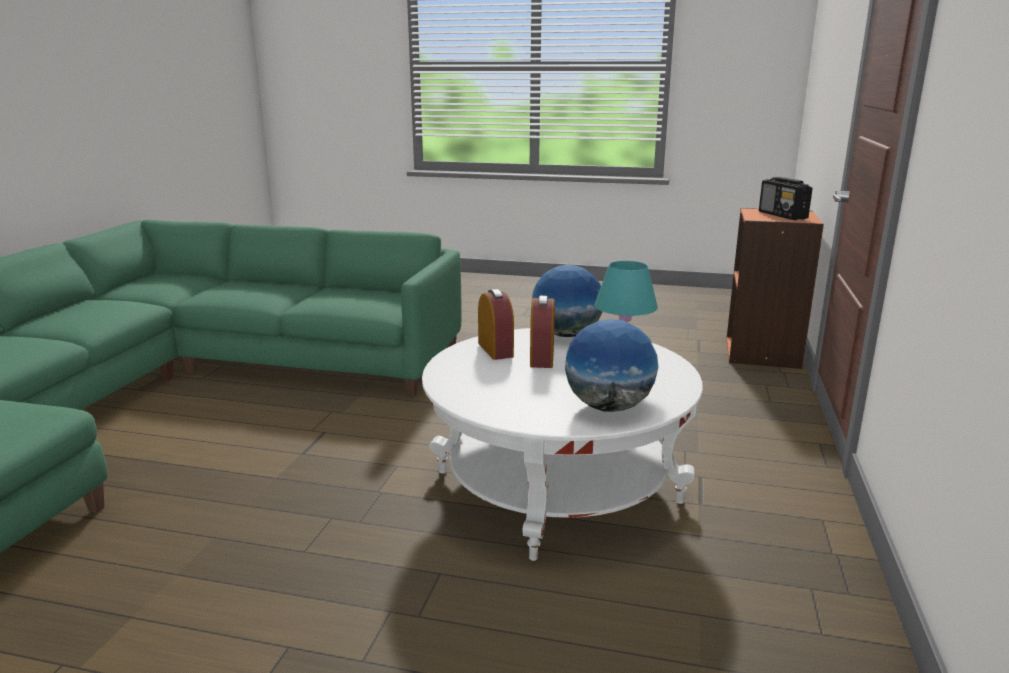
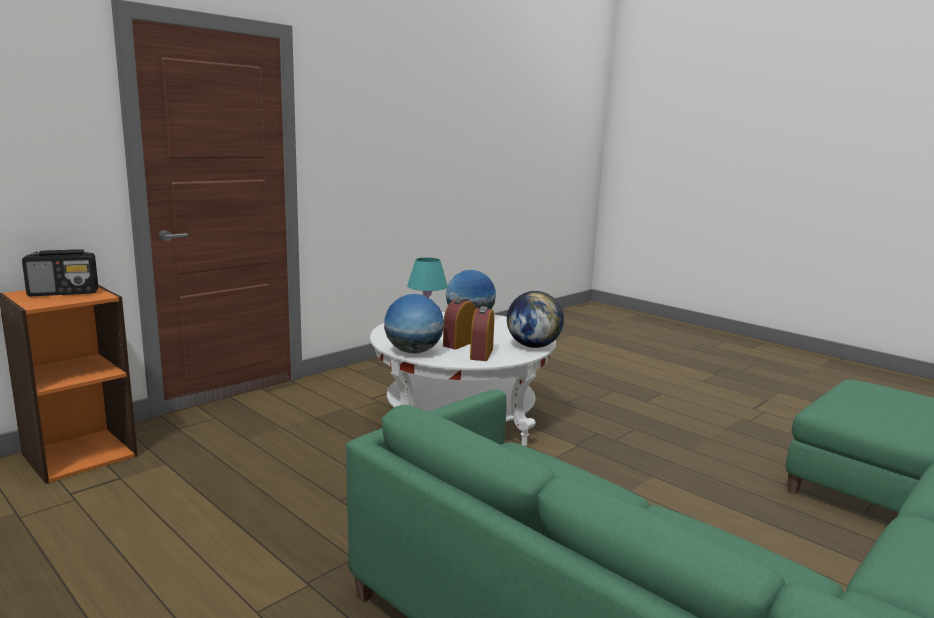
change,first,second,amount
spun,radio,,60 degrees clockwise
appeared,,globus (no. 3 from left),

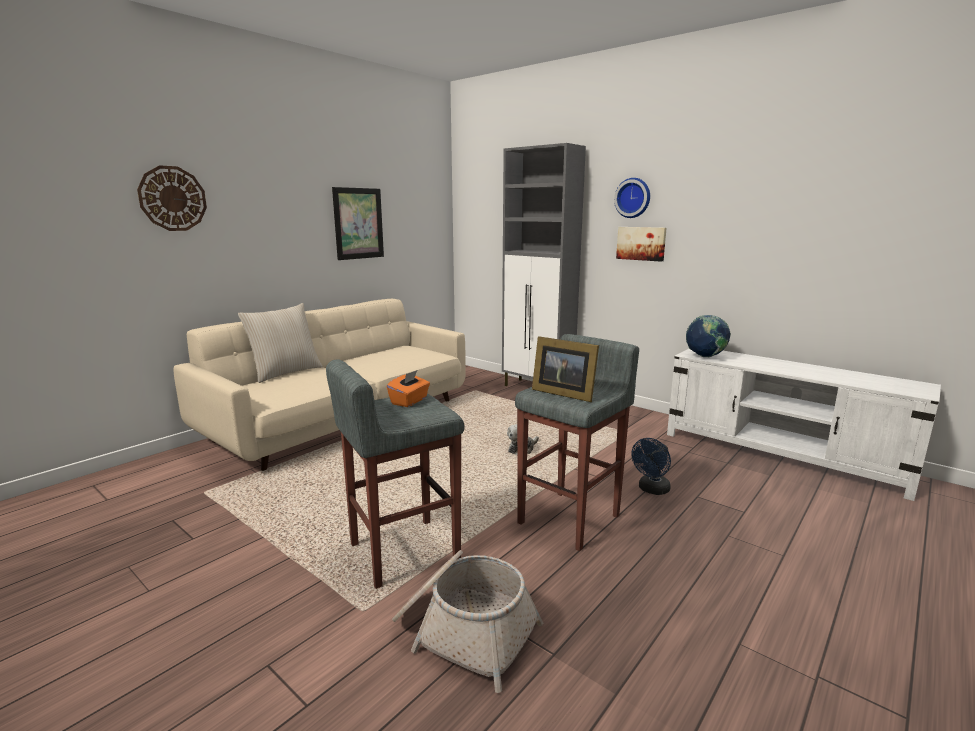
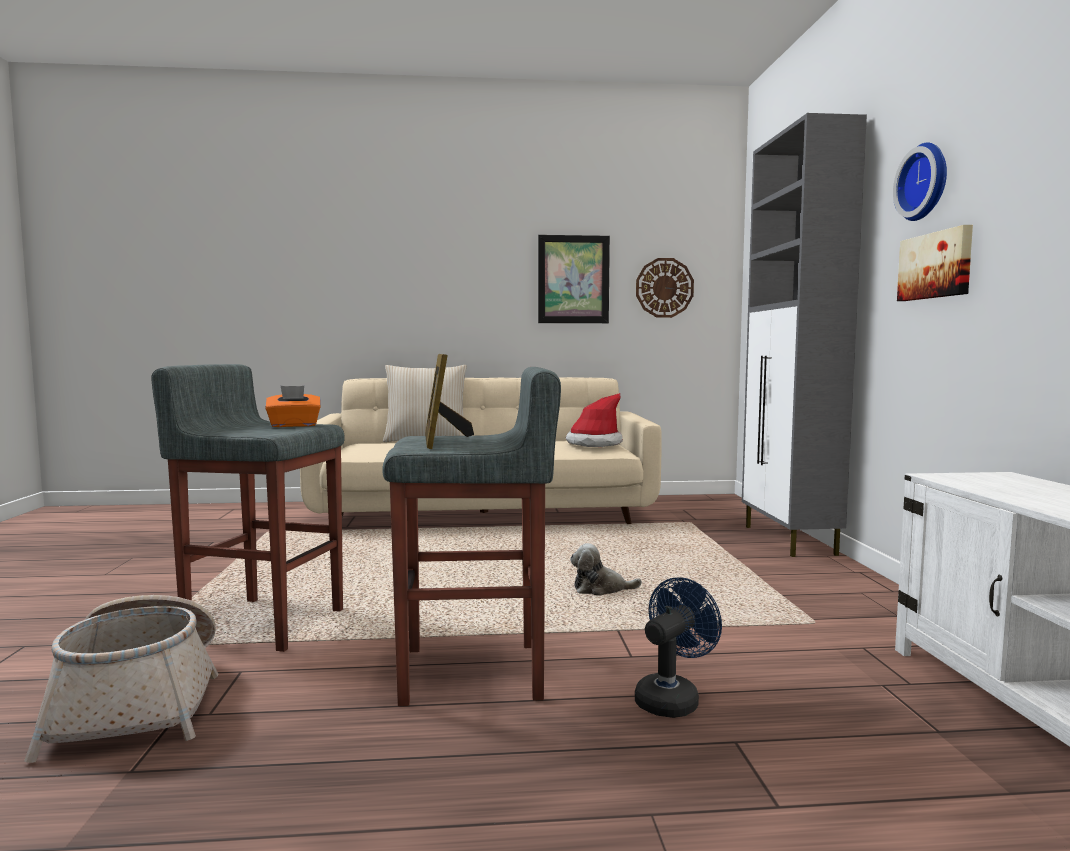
change,first,second,amount
relocated,zegar ścienny (no. 1 from left),,
missing,globus,,
spun,wentylator (niebieski),,135 degrees clockwise
appeared,,kapelusz,

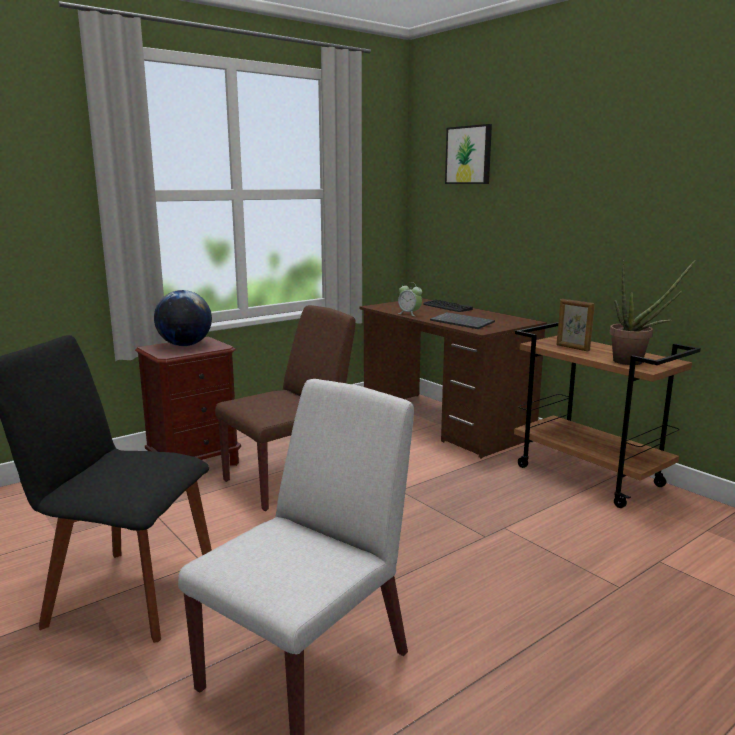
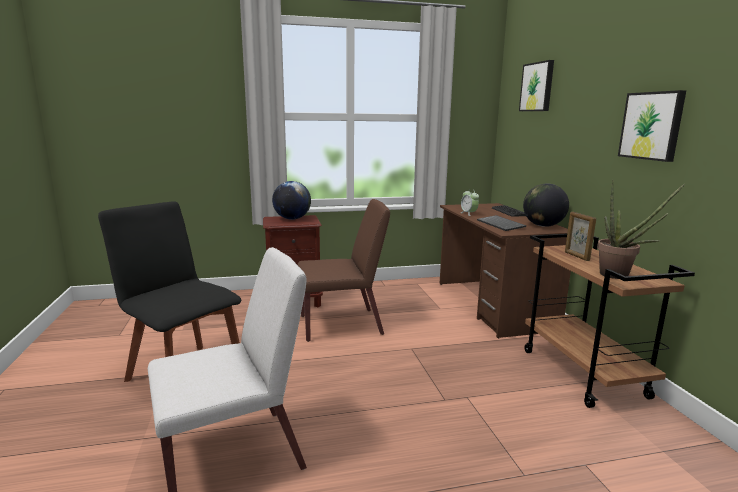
change,first,second,amount
appeared,,obraz (no. 2 from left),
appeared,,globus (no. 2 from left),

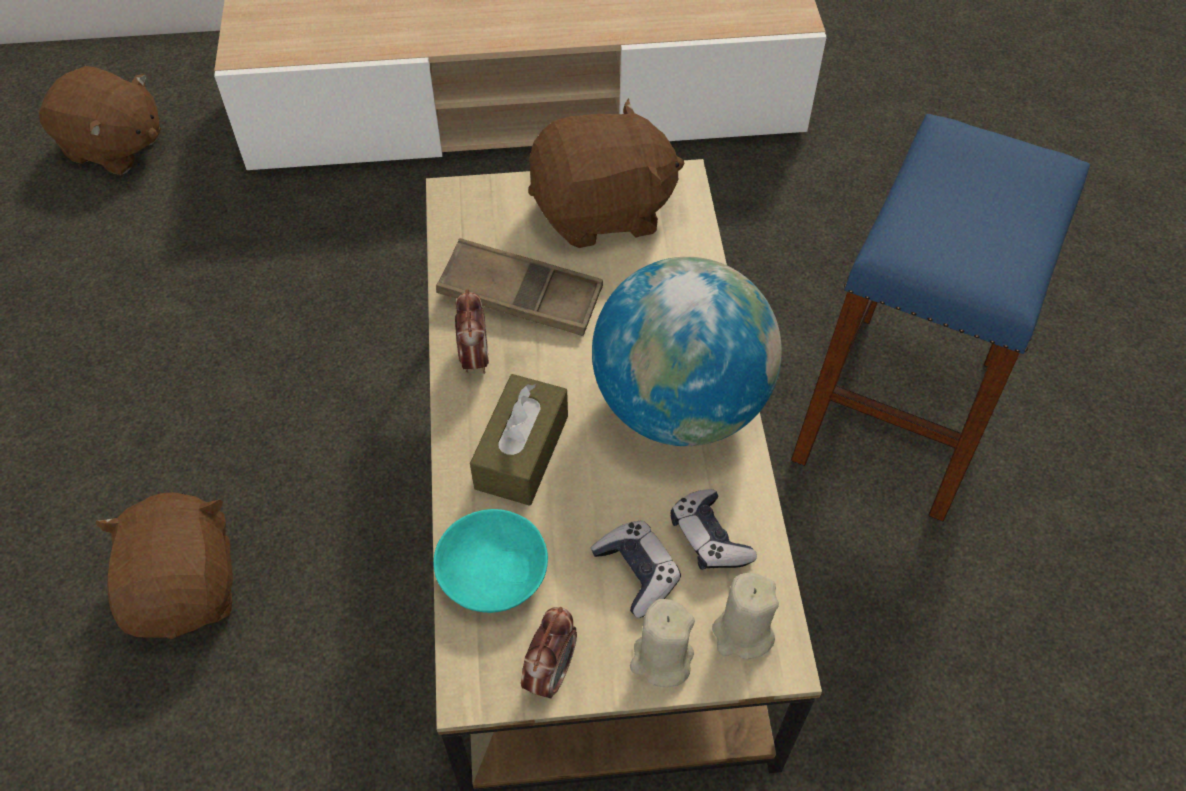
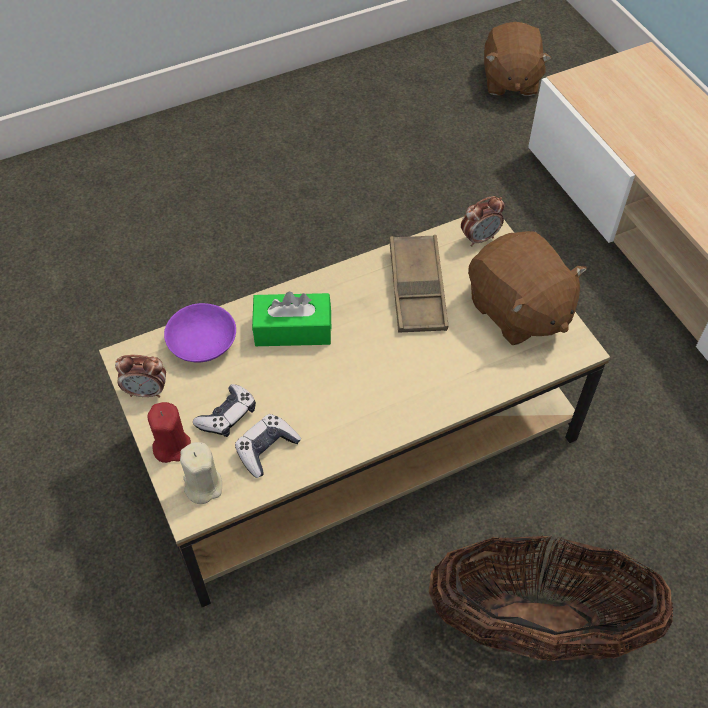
change,first,second,amount
exchanged,stołek (niebieski),koszyk,
missing,globus,,
relocated,budzik (no. 1 from left in the first image),budzik (no. 2 from left),
colour,pudełko chusteczek (brązowy),pudełko chusteczek (zielony),
missing,pluszak (brązowy) (no. 2 from left),,
colour,miska (turkusowy),miska (fioletowy),
colour,świeca (beżowy) (no. 1 from left),świeca (czerwony),

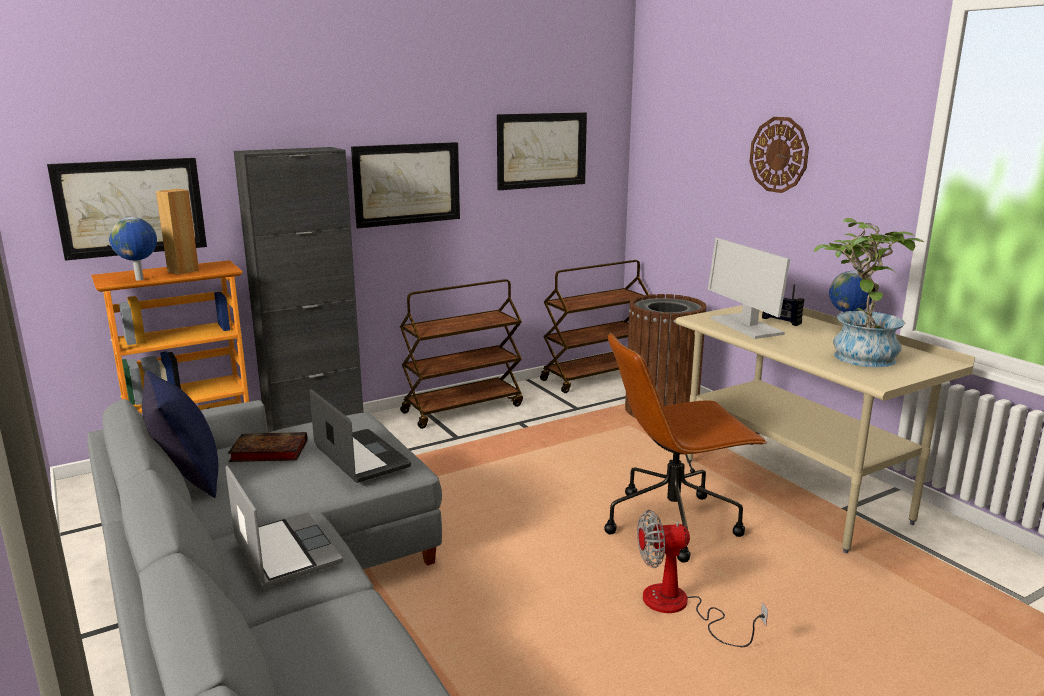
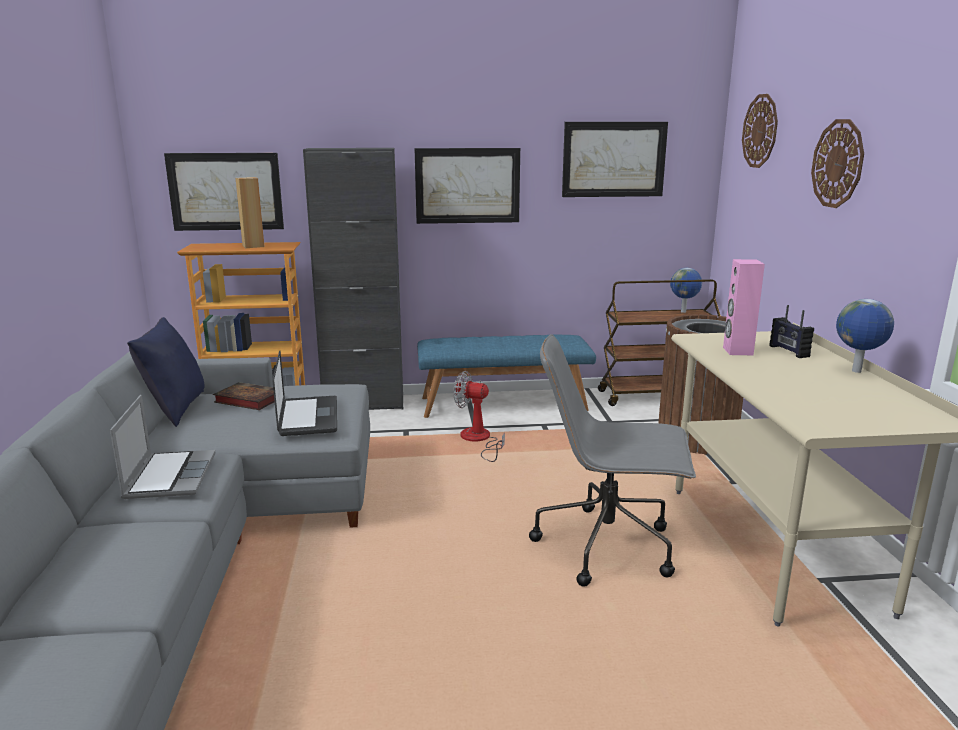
change,first,second,amount
relocated,globus (no. 1 from left),,
missing,roślina doniczkowa,,
exchanged,monitor,głośnik (różowy),
exchanged,wózek (brązowy) (no. 1 from left),ławka (niebieski),
colour,krzesło biurowe (brązowy),krzesło biurowe (szary),
relocated,wentylator,,
appeared,,zegar ścienny (no. 1 from left),

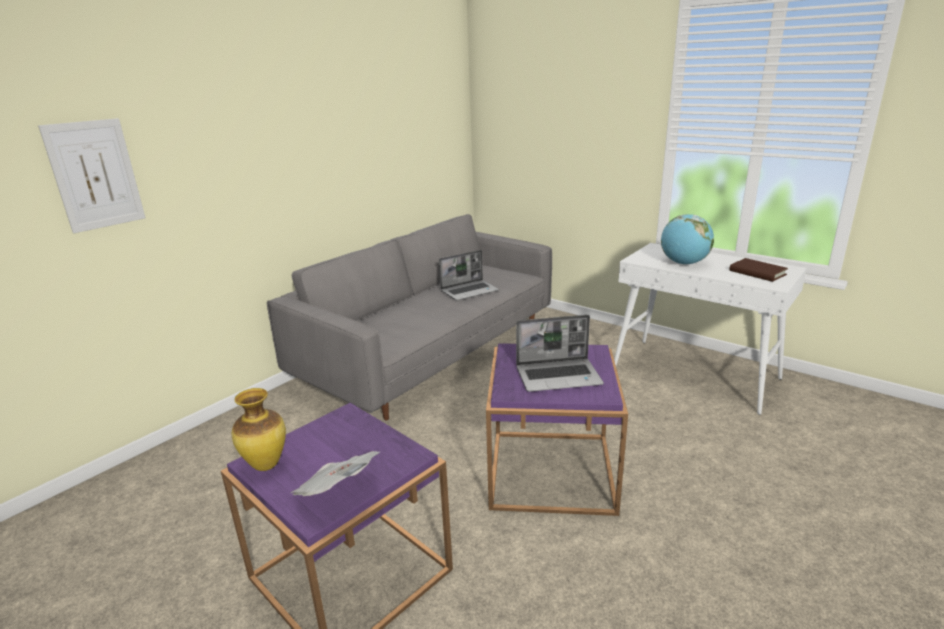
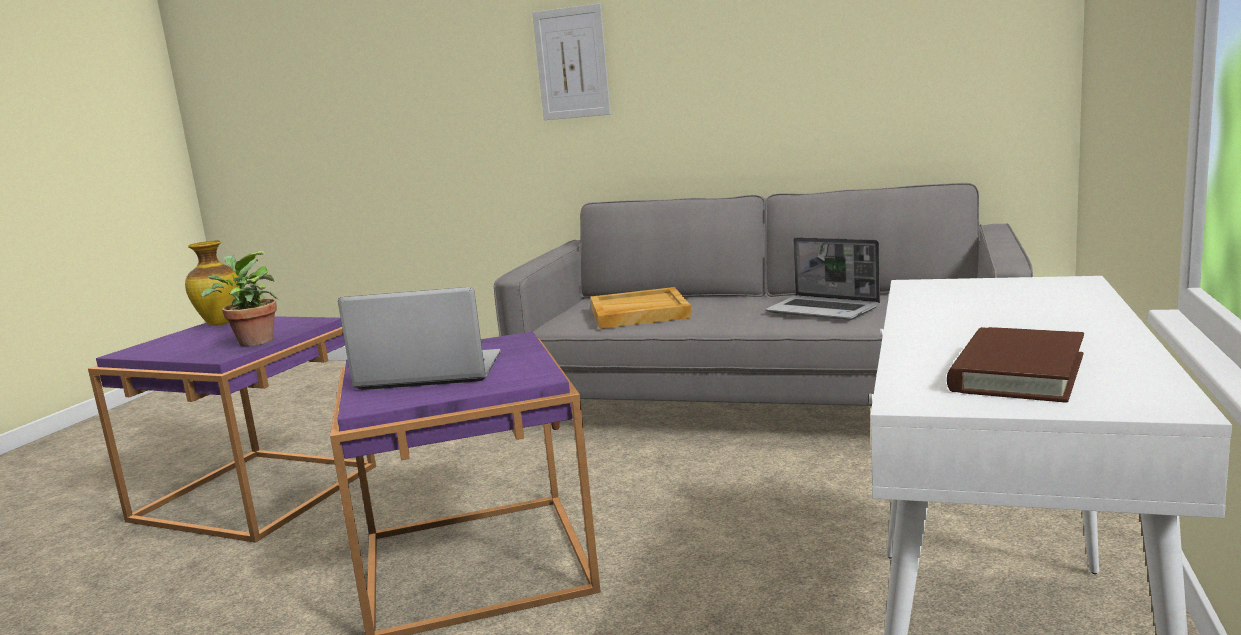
change,first,second,amount
relocated,obraz,,
missing,globus,,
spun,laptop (no. 2 from left in the first image),laptop (no. 1 from left),120 degrees clockwise
missing,gazeta,,
appeared,,roślina doniczkowa,
appeared,,taca (beżowy),

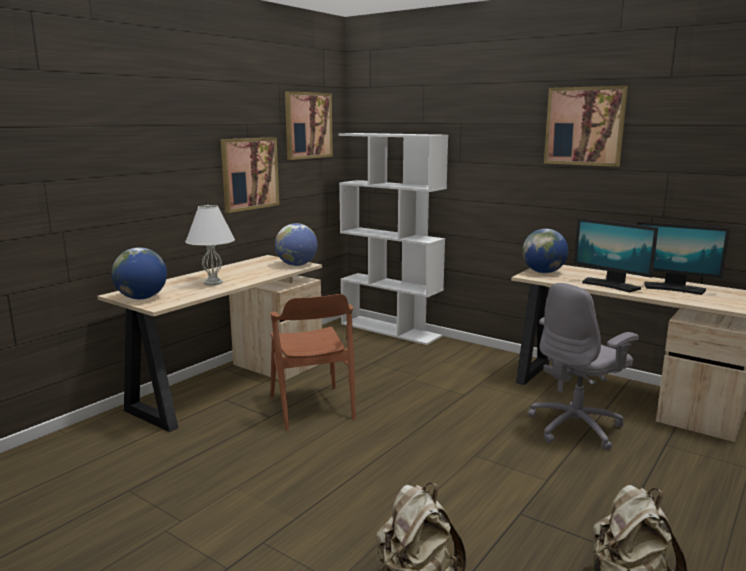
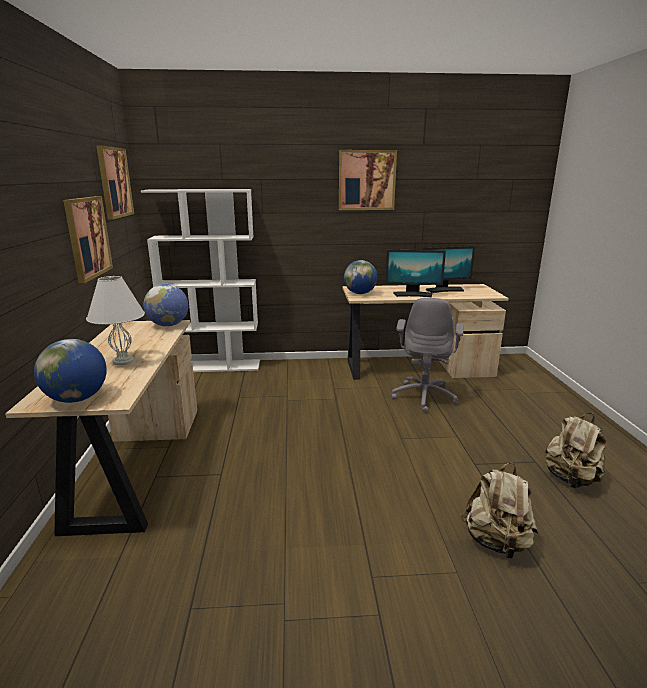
change,first,second,amount
missing,krzesło (brązowy),,

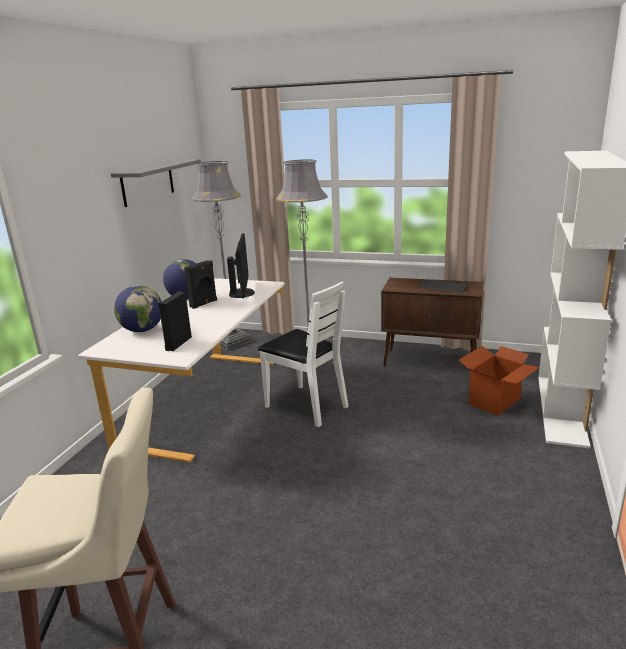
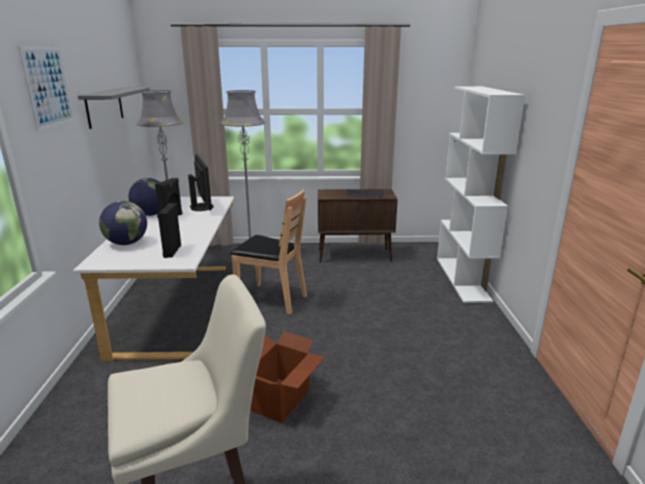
change,first,second,amount
colour,krzesło (biały),krzesło (brązowy),
relocated,karton,,
appeared,,obraz,

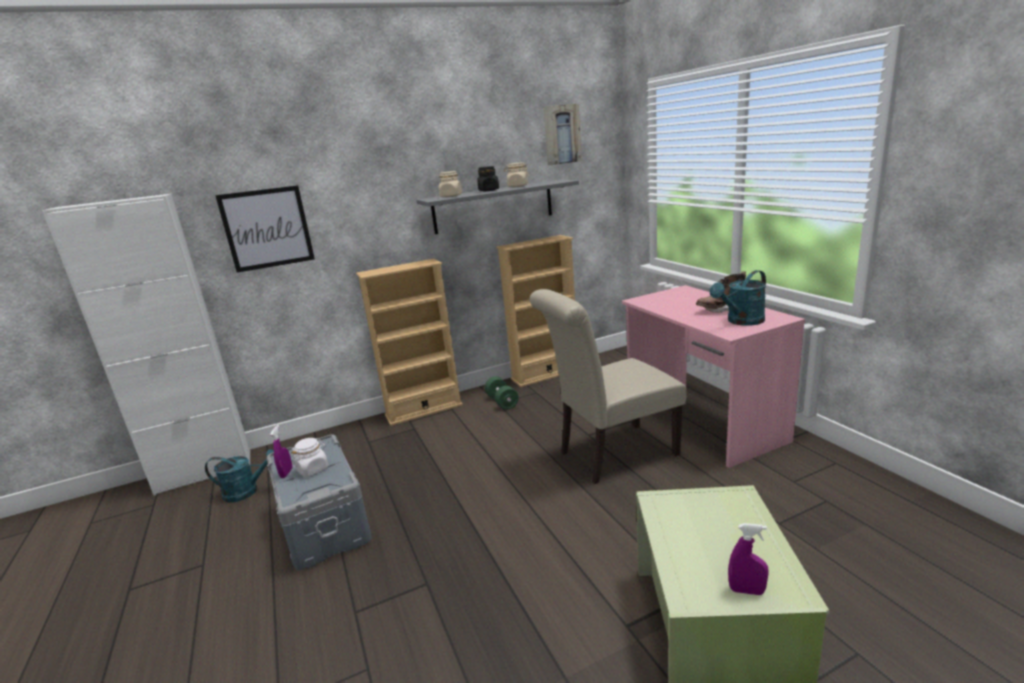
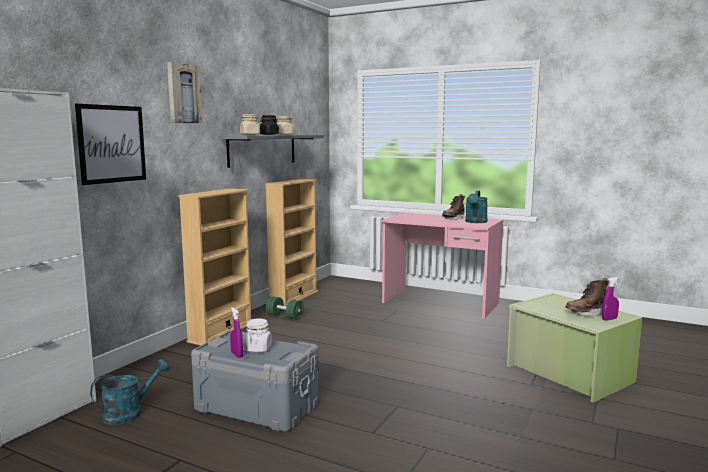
change,first,second,amount
relocated,obraz (no. 2 from left),,
missing,krzesło (beżowy),,
appeared,,but z cholewką (brązowy) (no. 2 from left),

